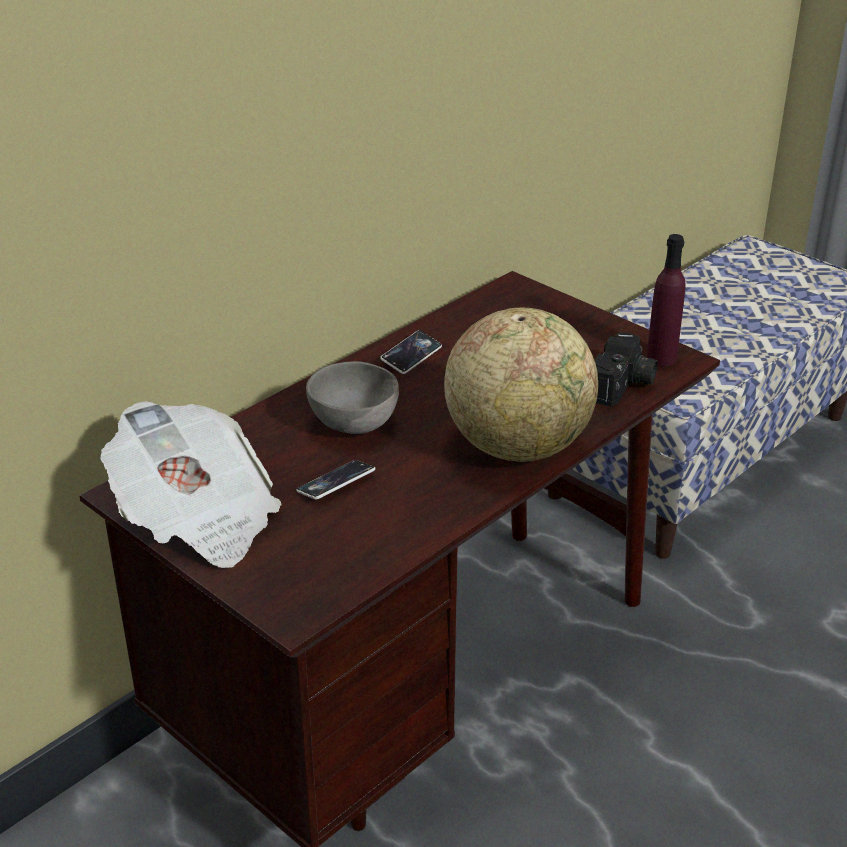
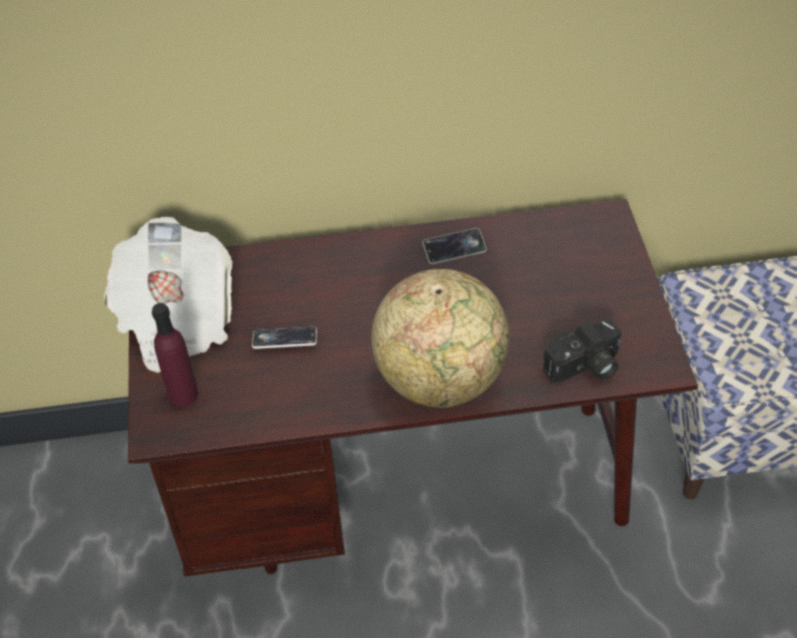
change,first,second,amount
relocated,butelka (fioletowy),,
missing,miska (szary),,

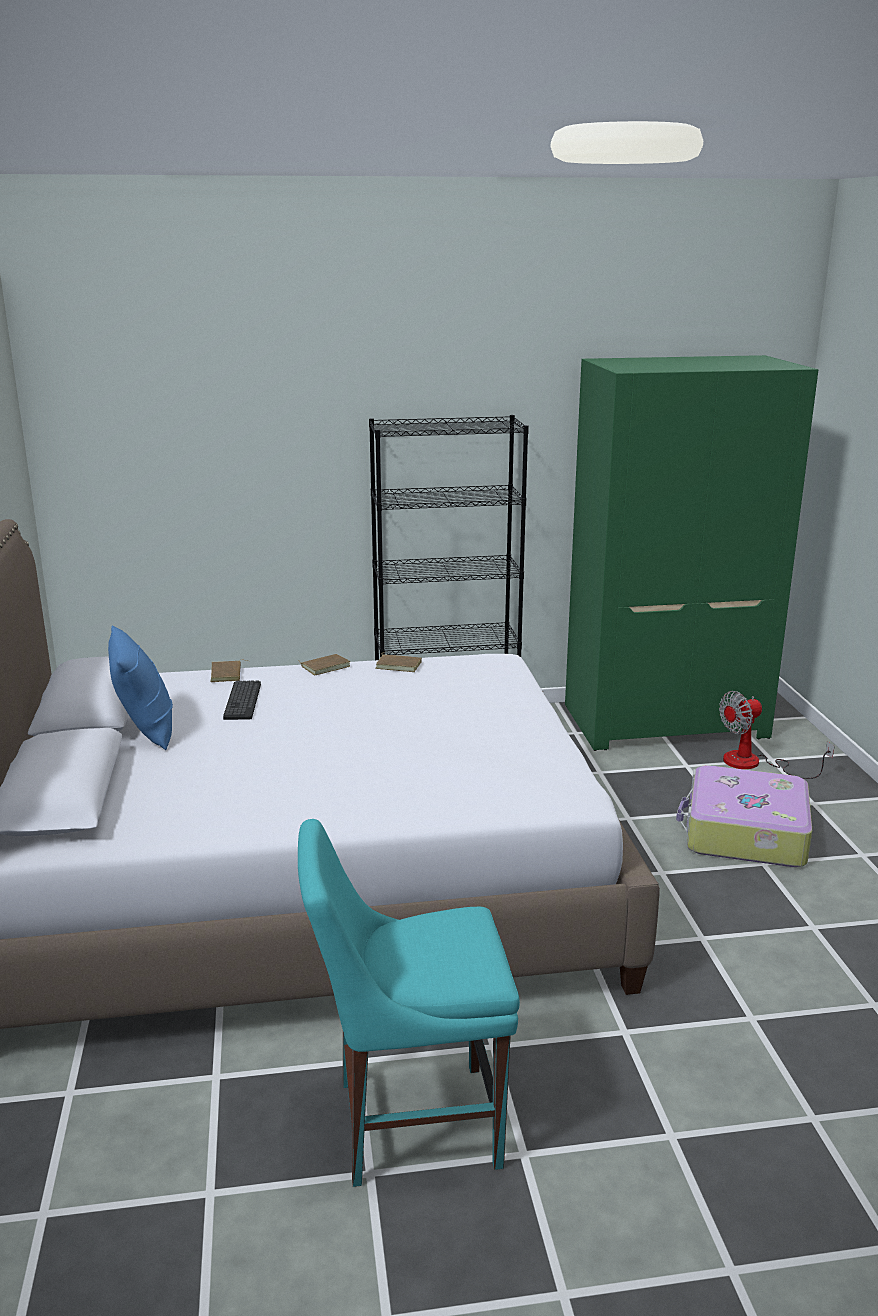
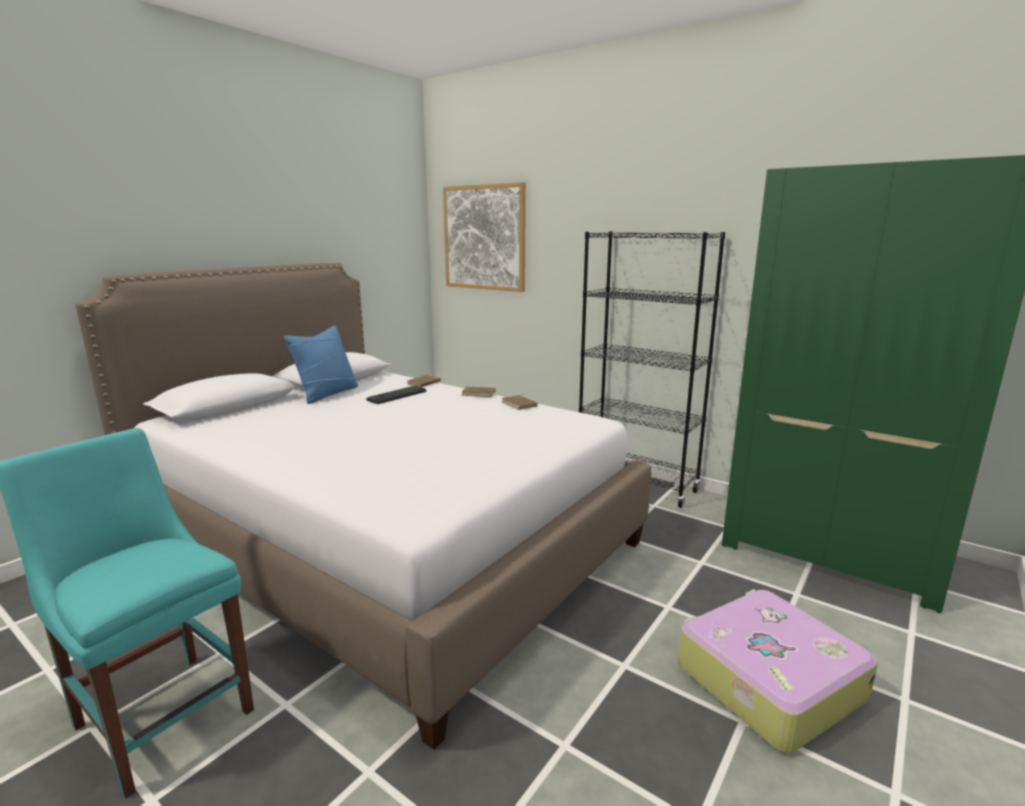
change,first,second,amount
missing,wentylator,,
appeared,,obraz,

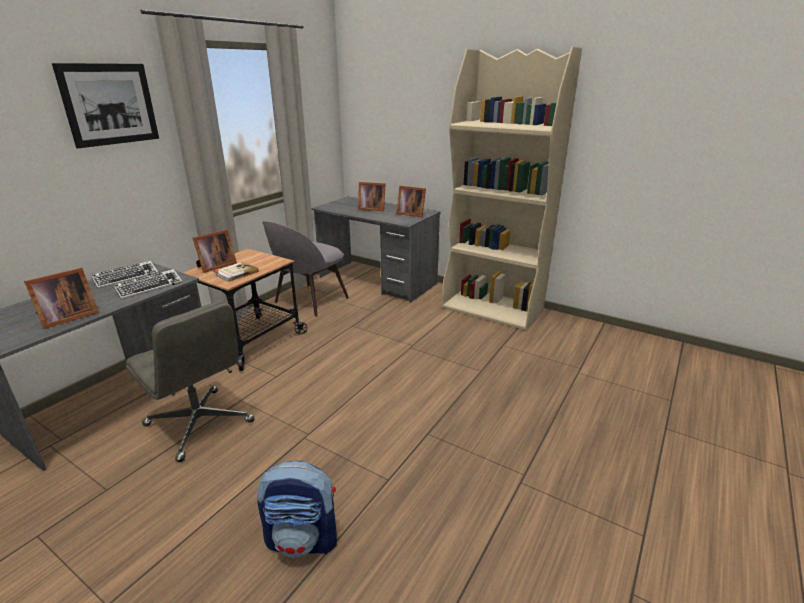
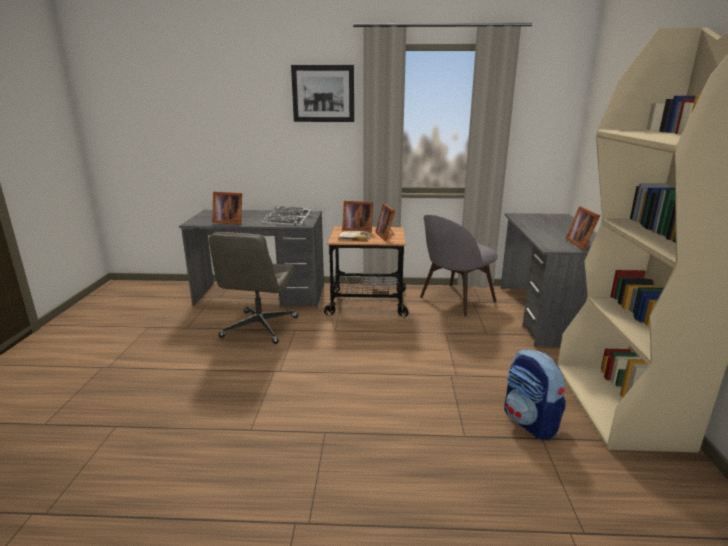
change,first,second,amount
relocated,ramka na zdjęcie (no. 3 from left),,
spun,krzesło (szary),,45 degrees counterclockwise
relocated,plecak,,

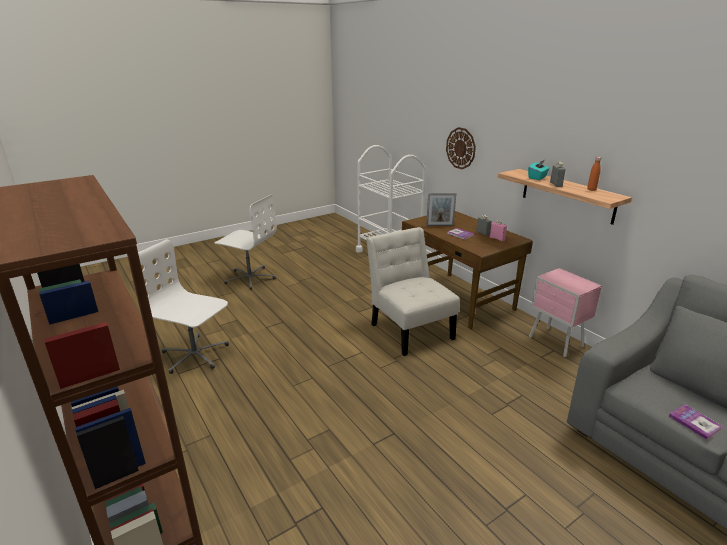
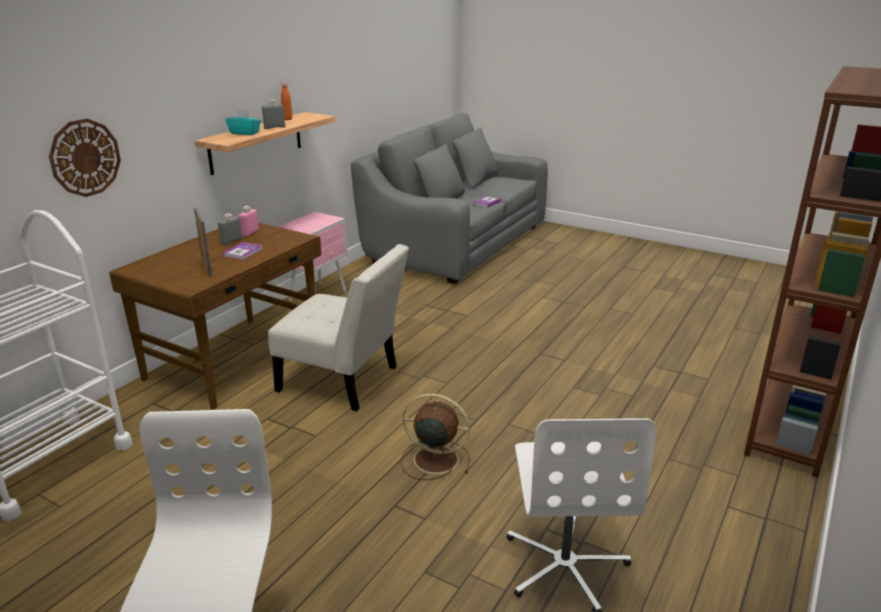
change,first,second,amount
spun,krzesło (biały),,105 degrees counterclockwise
appeared,,wentylator (brązowy),

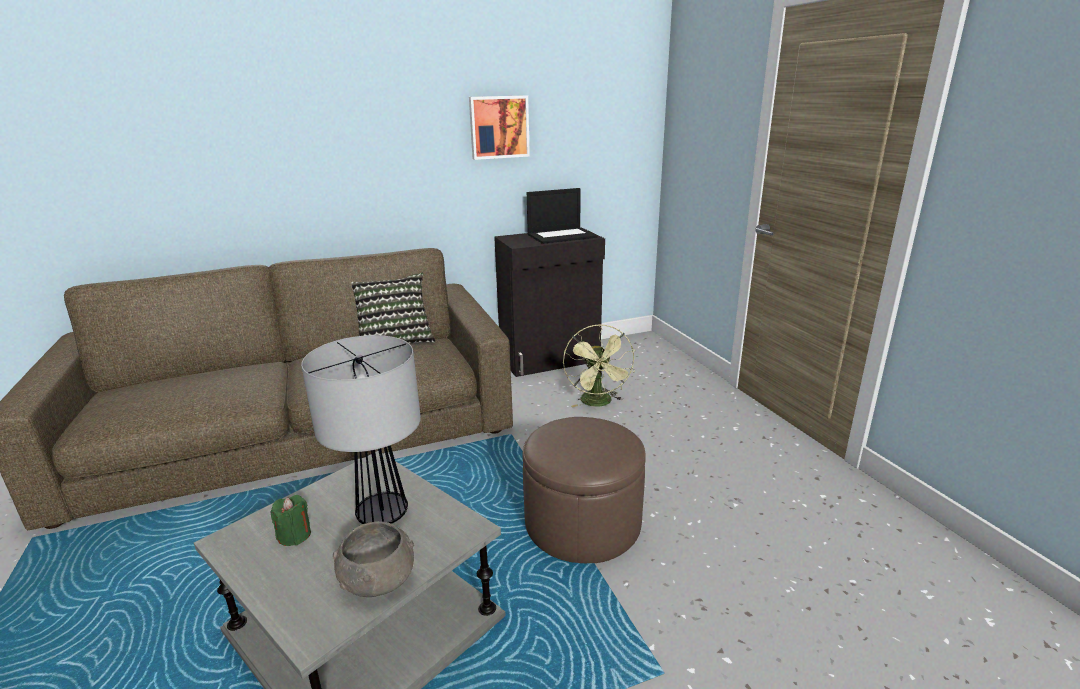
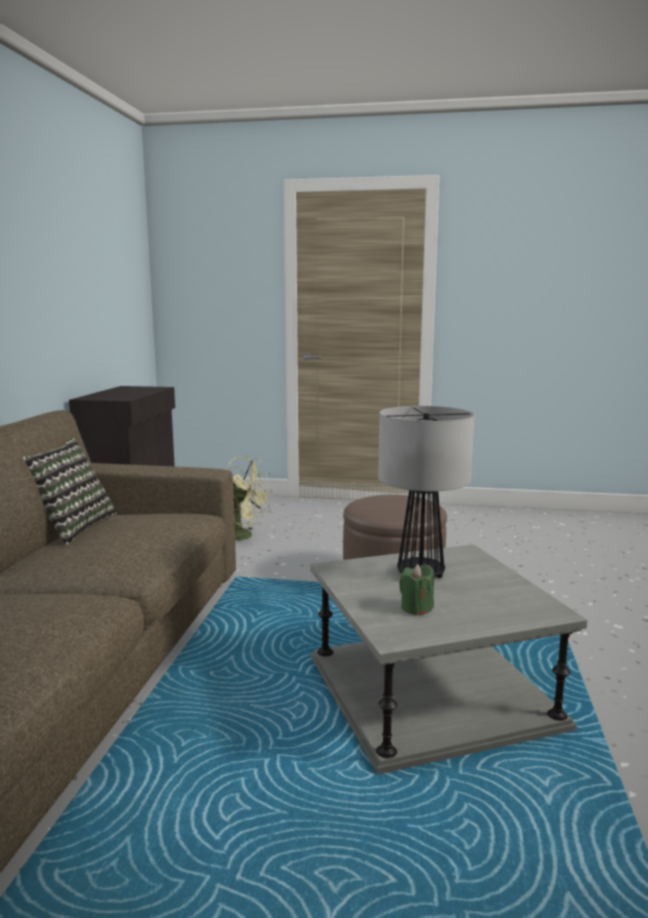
change,first,second,amount
missing,obraz,,
missing,laptop,,
missing,miska (szary),,

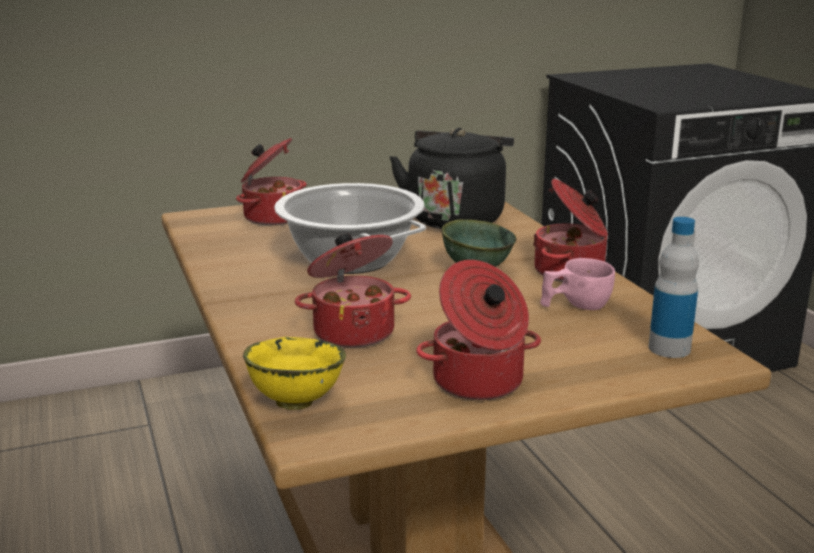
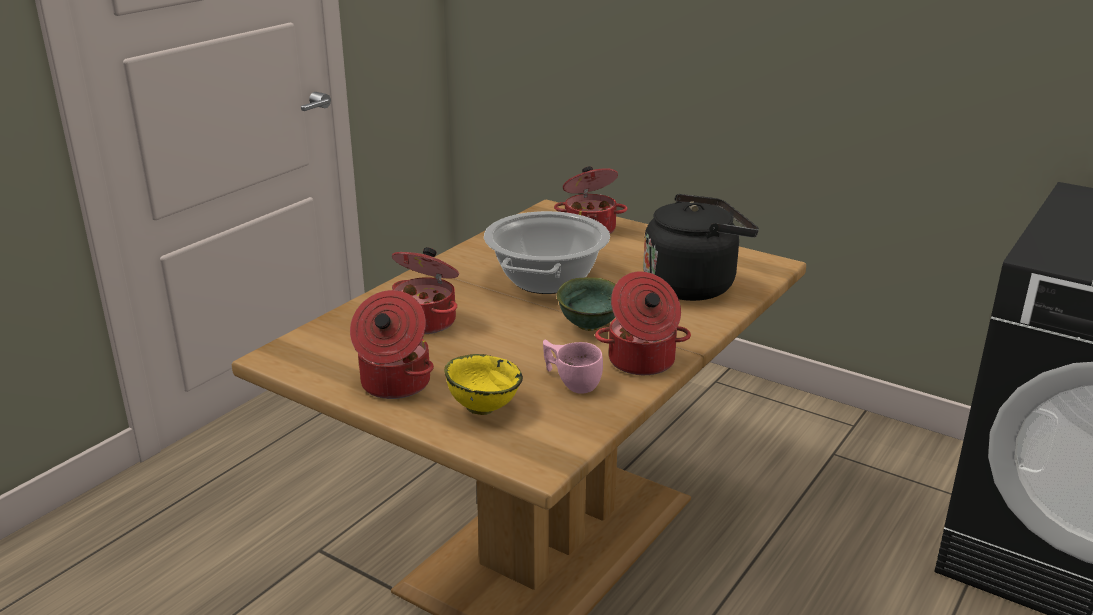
change,first,second,amount
missing,butelka,,
relocated,miska (żółty),,

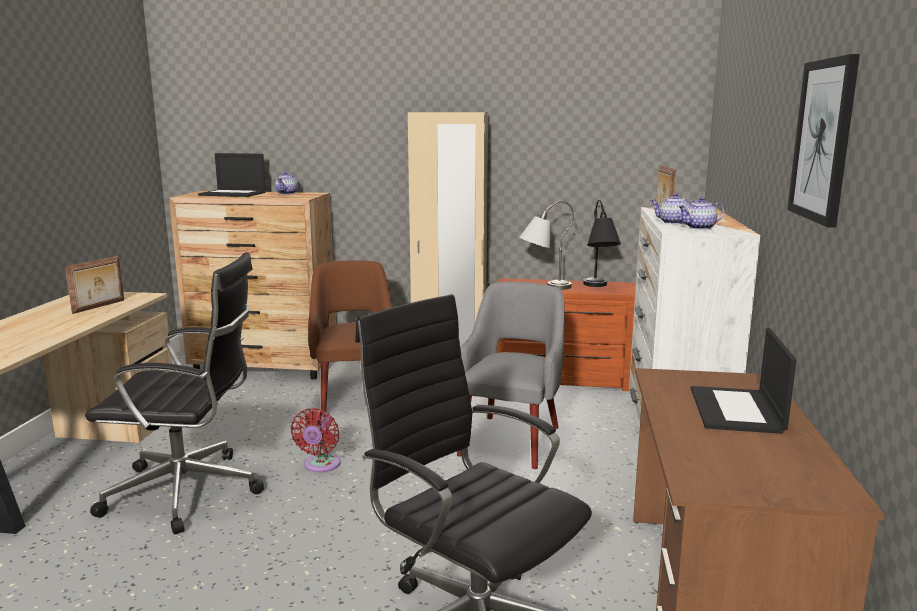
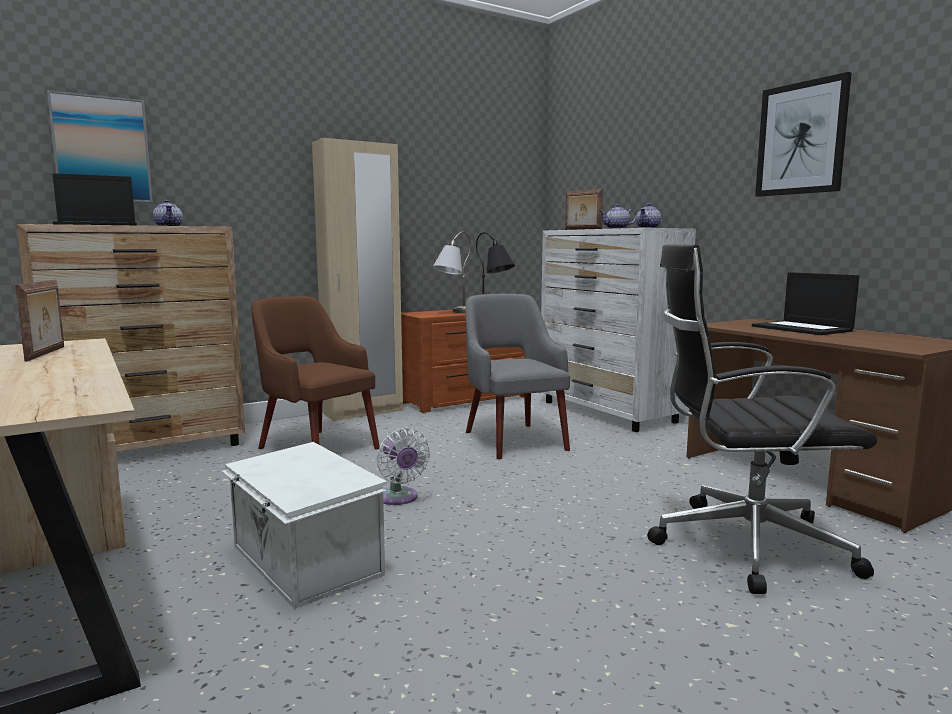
change,first,second,amount
exchanged,krzesło biurowe (czarny) (no. 1 from left),pojemnik do przechowywania (biały),
colour,wentylator (czerwony),wentylator (biały),
appeared,,obraz (no. 1 from left),

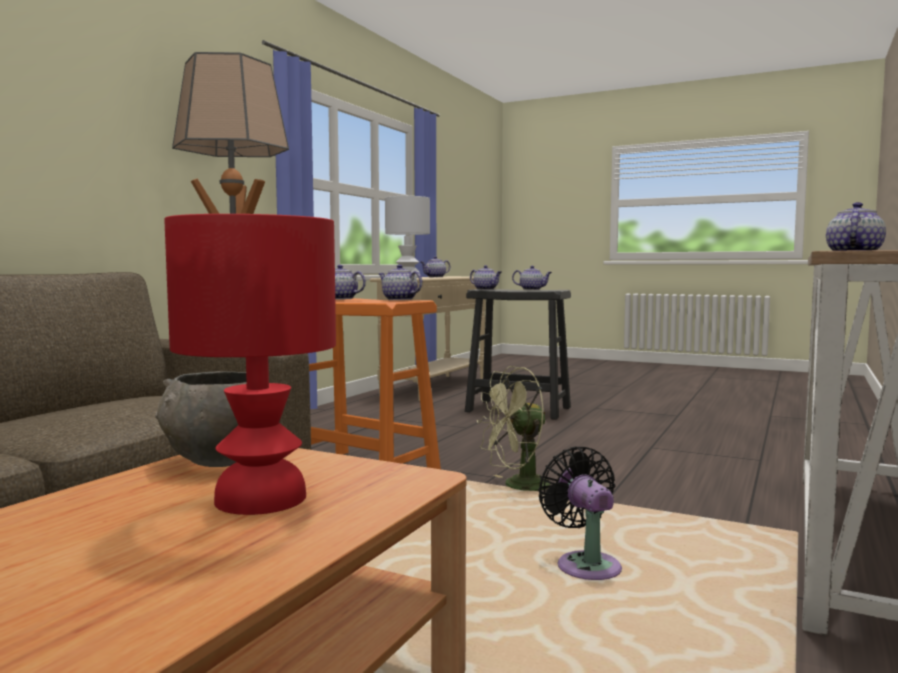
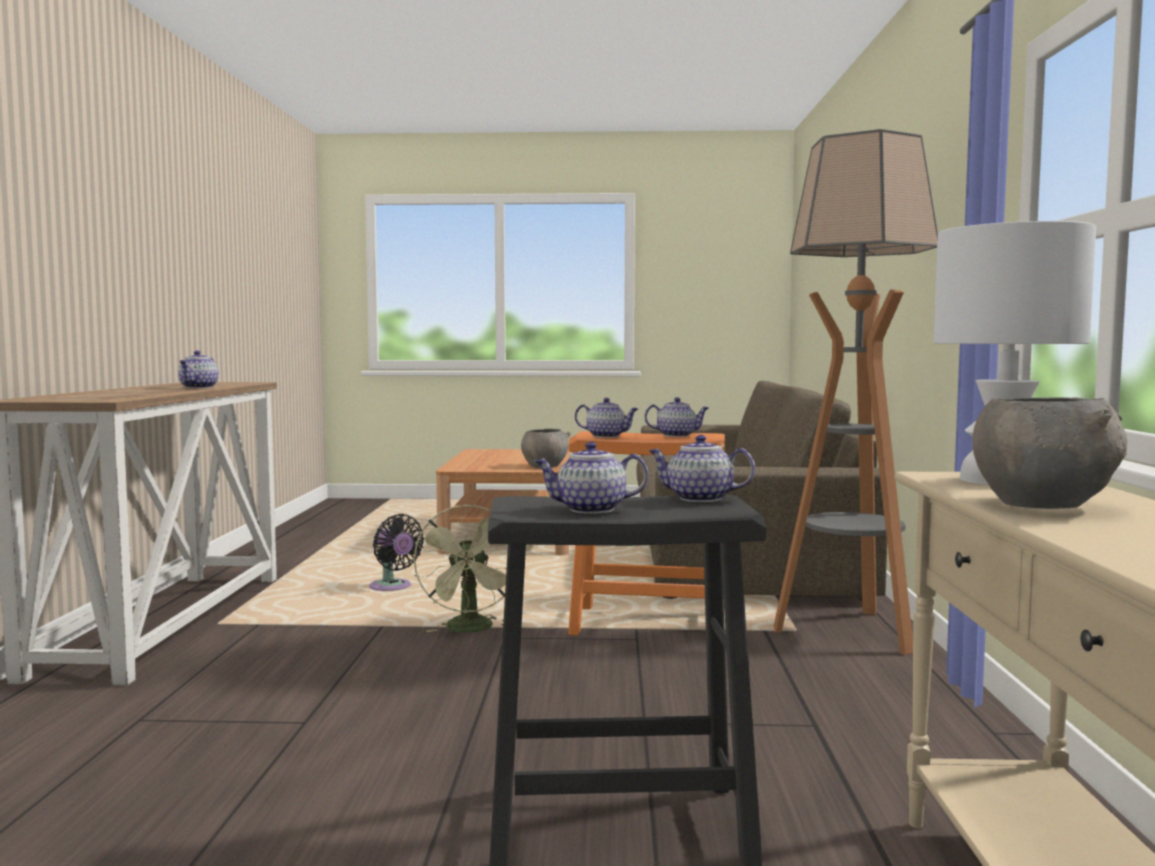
change,first,second,amount
missing,lampa stołowa (czerwony),,
exchanged,imbryk (no. 3 from left),miska (szary) (no. 2 from left),
spun,wentylator (zielony),,135 degrees clockwise

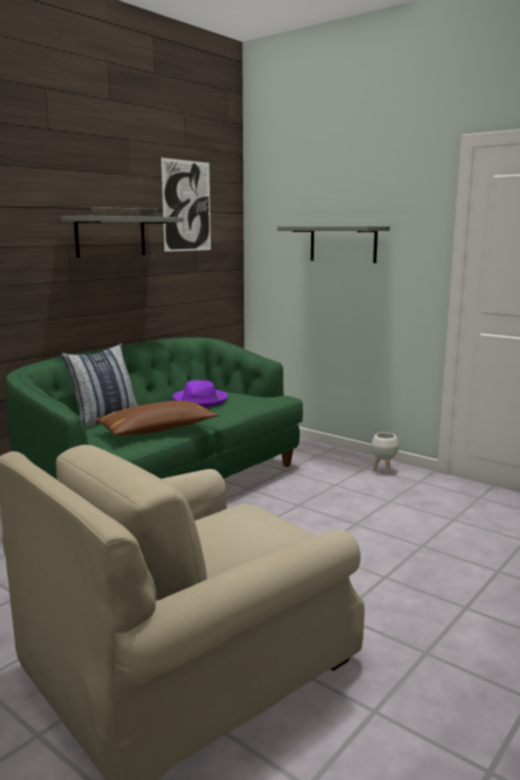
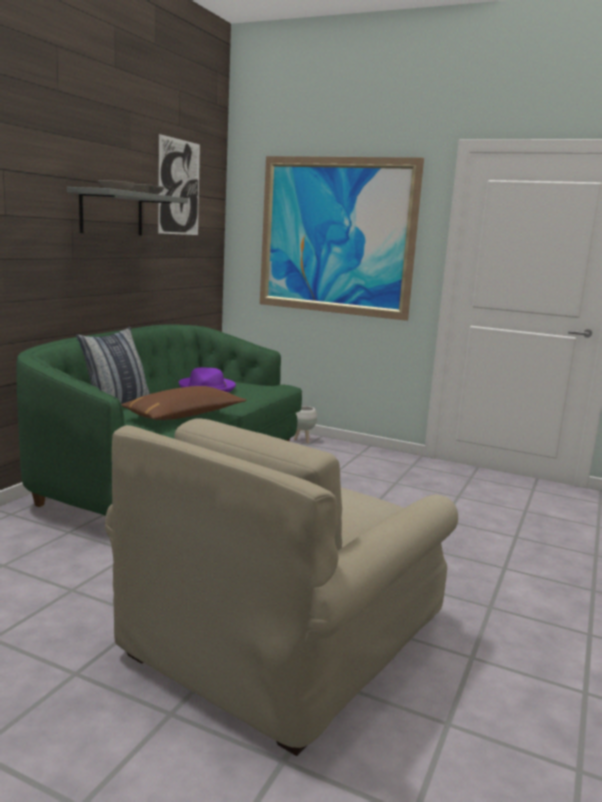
change,first,second,amount
exchanged,półka (szary) (no. 2 from left),obraz (no. 2 from left),
relocated,donica (biały),,

